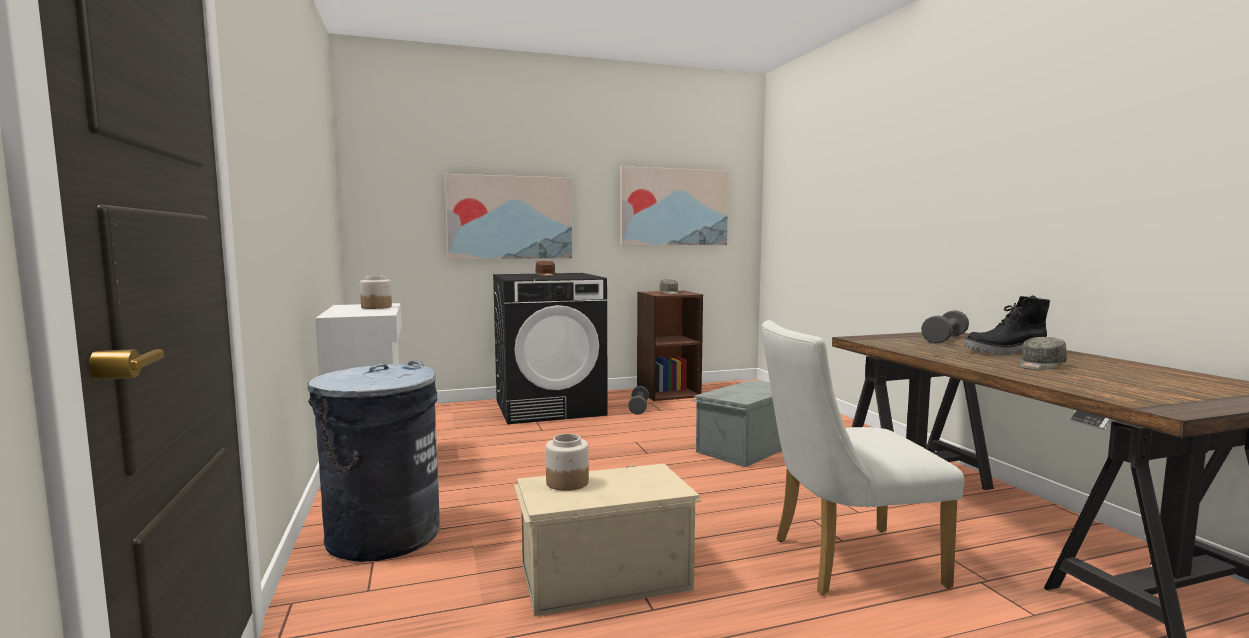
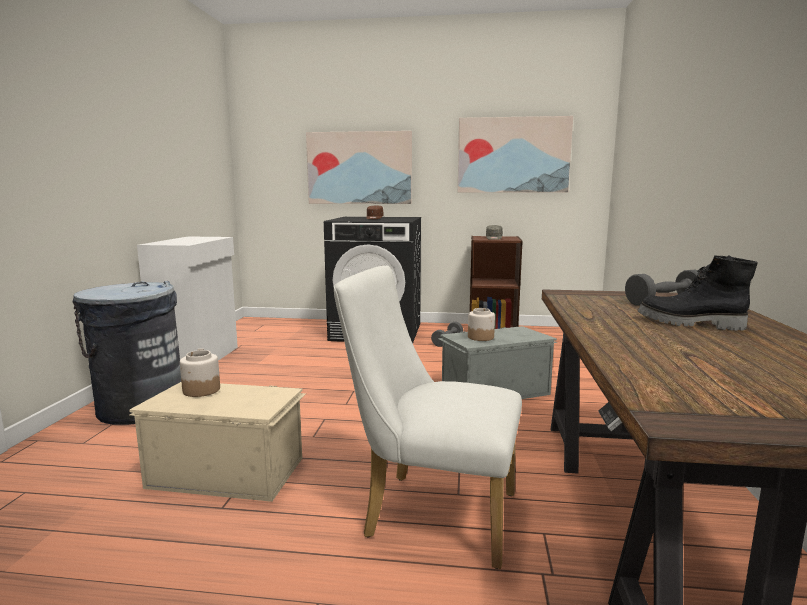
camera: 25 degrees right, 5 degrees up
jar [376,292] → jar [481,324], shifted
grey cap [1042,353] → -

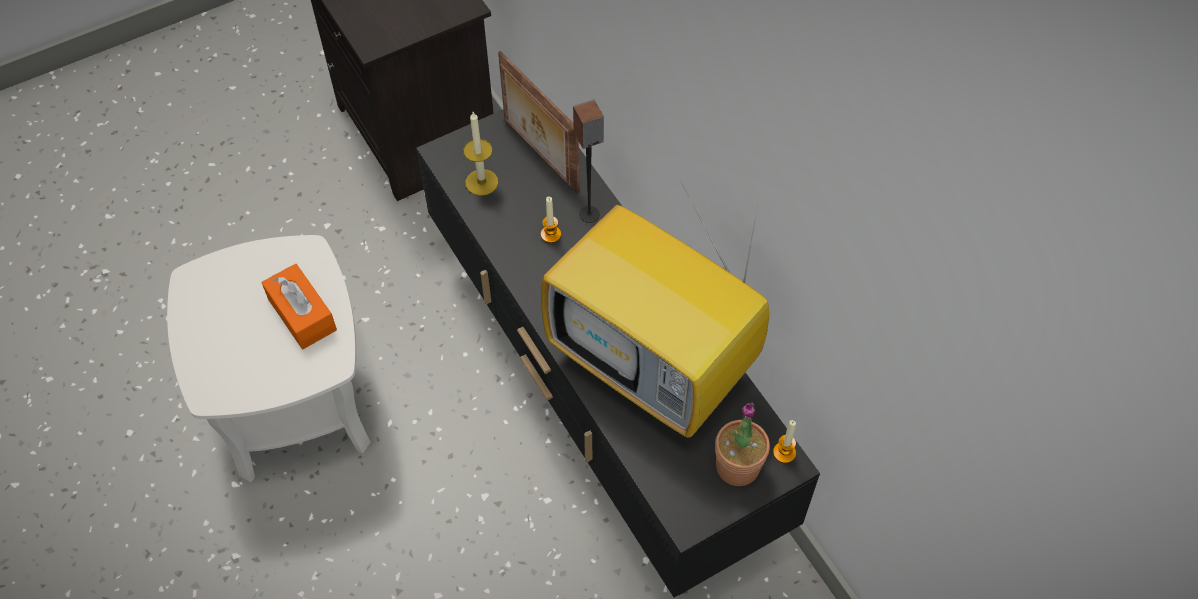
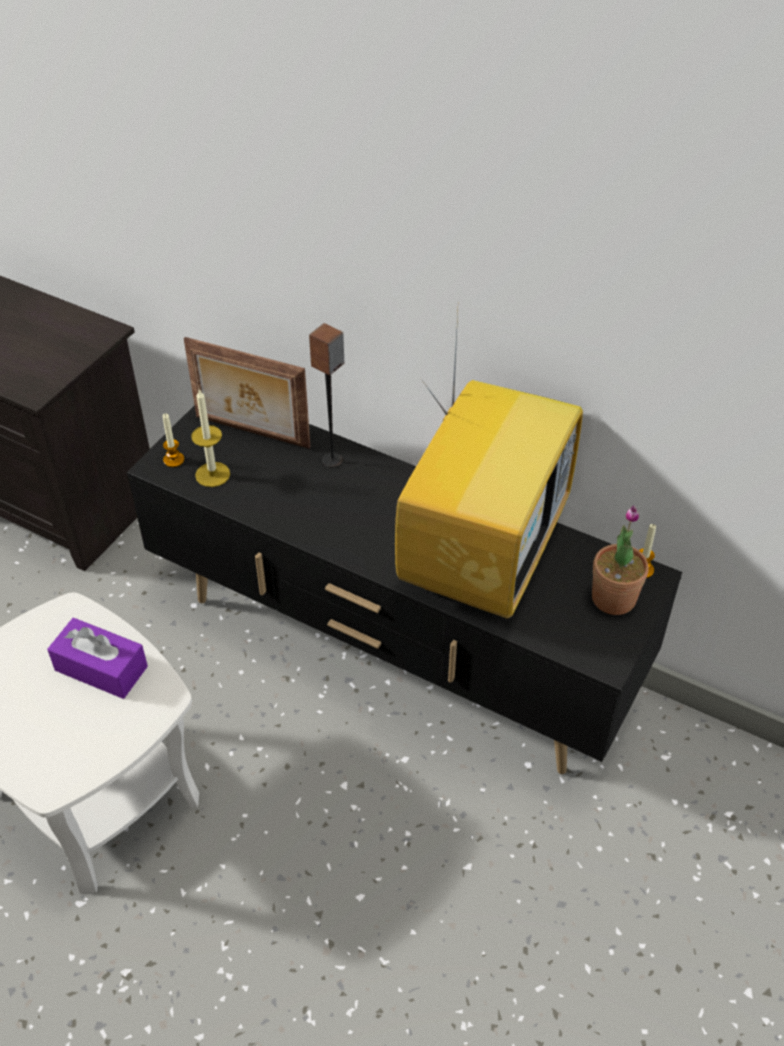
camera: 30 degrees left, 10 degrees down
television [655,308] → television [489,465], 75 degrees counterclockwise
candle [551,220] → candle [173,440], shifted
orange tissue box [299,306] → purple tissue box [97,658]

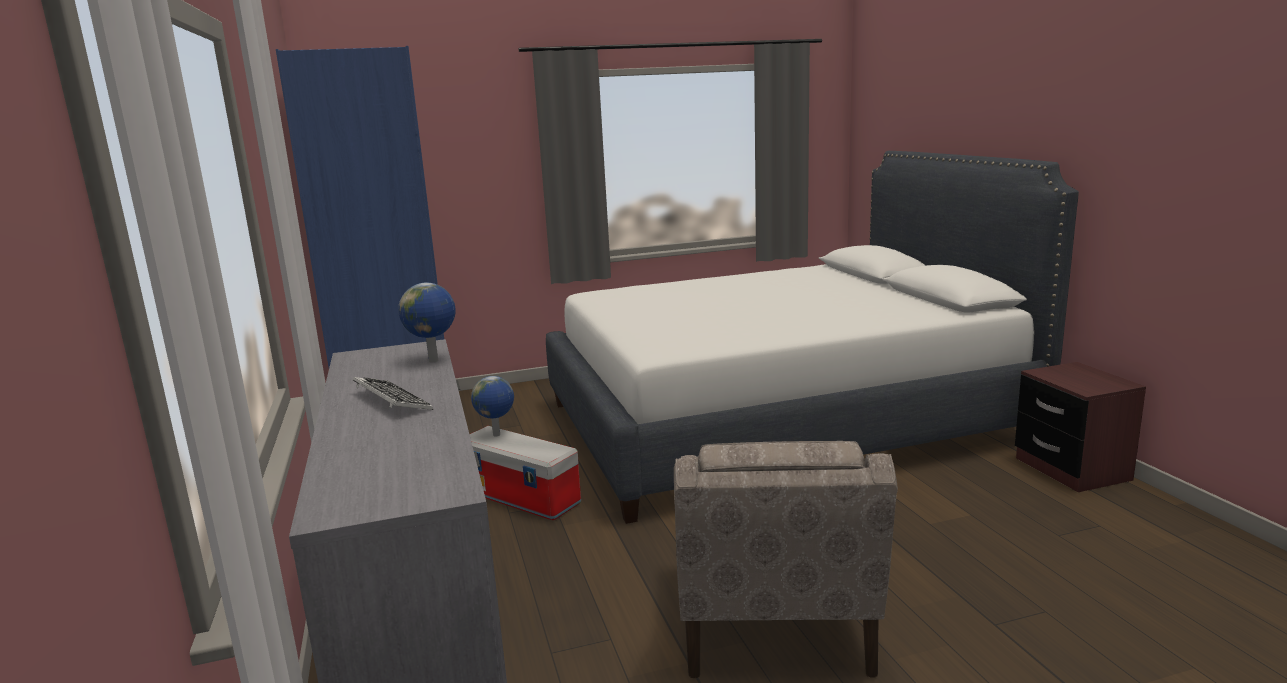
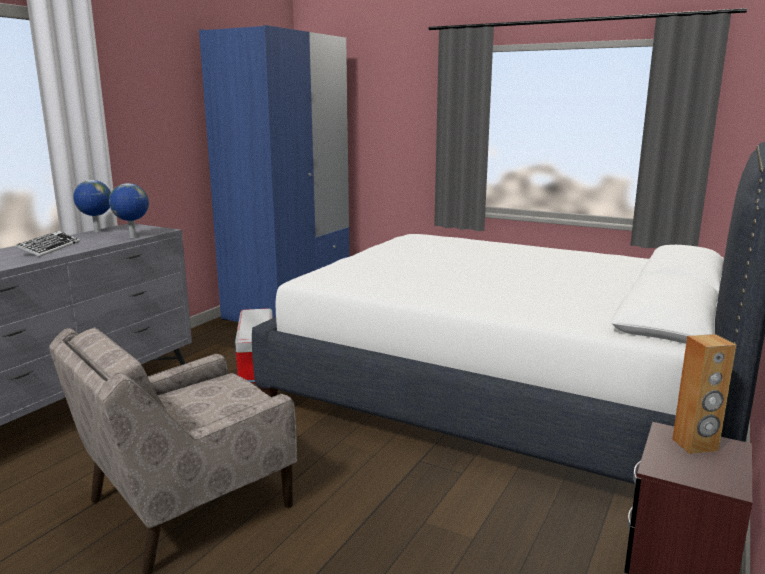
camera: 45 degrees right, 0 degrees up
globe [492,406] → globe [92,206], shifted
- → brown speaker [704,394]

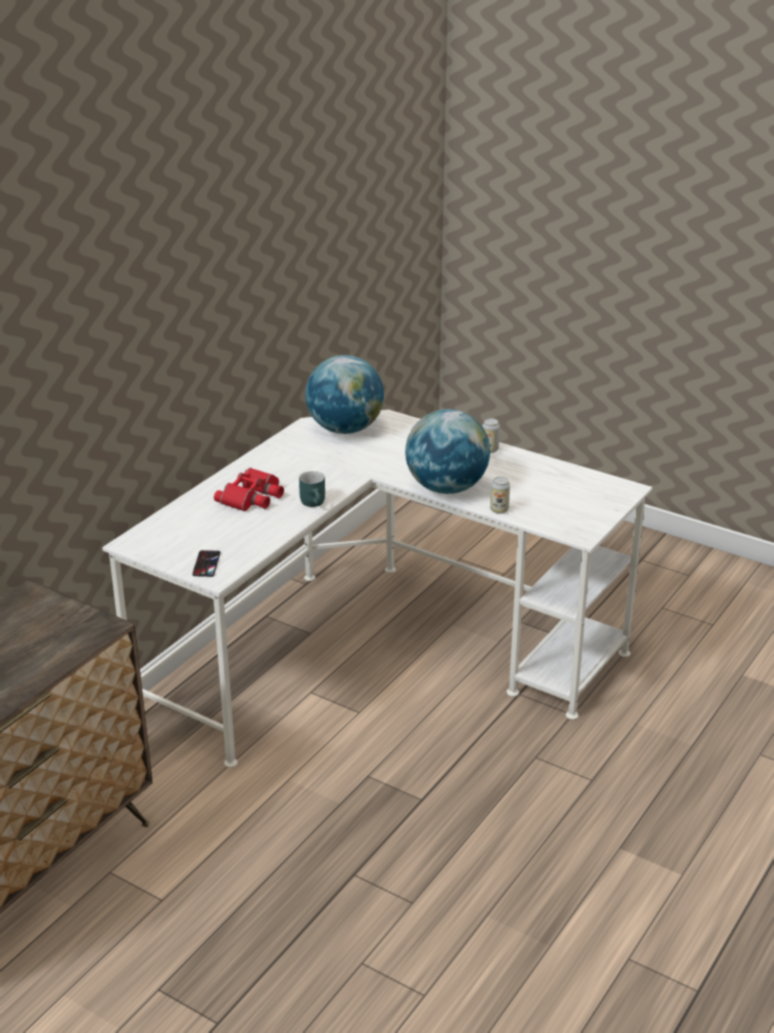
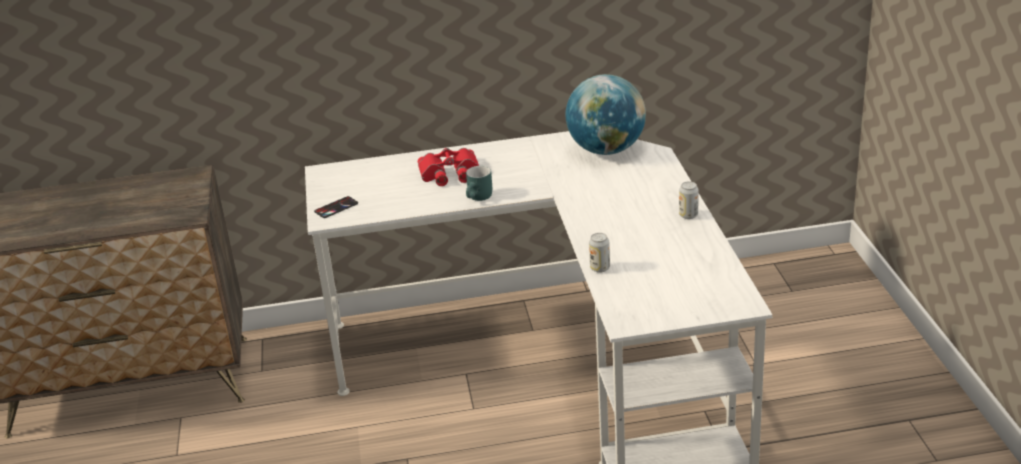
camera: 50 degrees right, 0 degrees up
globe [447,451] → -

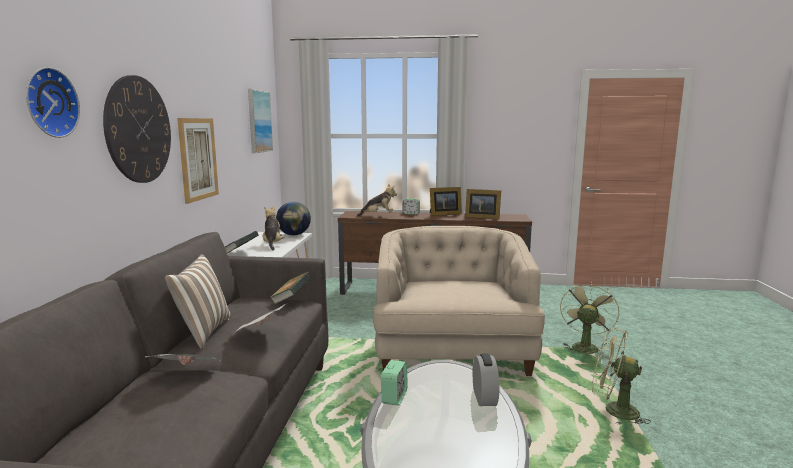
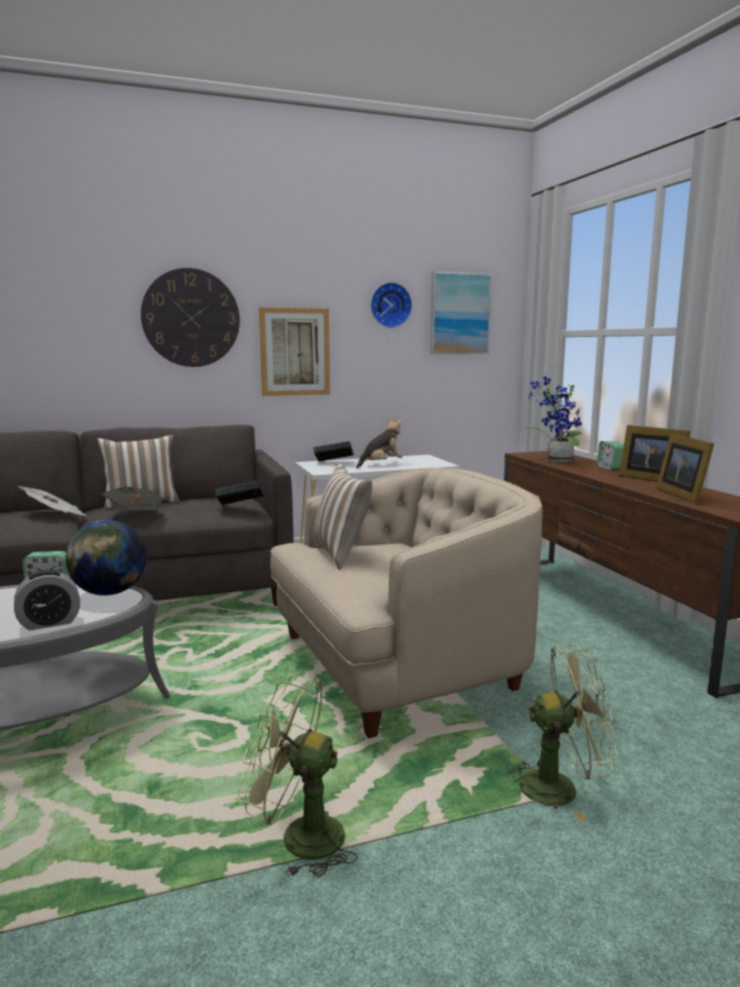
camera: 65 degrees right, 0 degrees up
wall clock [53,102] → wall clock [391,305], shifted
plush toy [377,200] → potted plant [553,419]
globe [293,219] → globe [106,558], shifted
green fan [621,377] → green fan [298,776], 75 degrees counterclockwise
- → pillow [343,517]

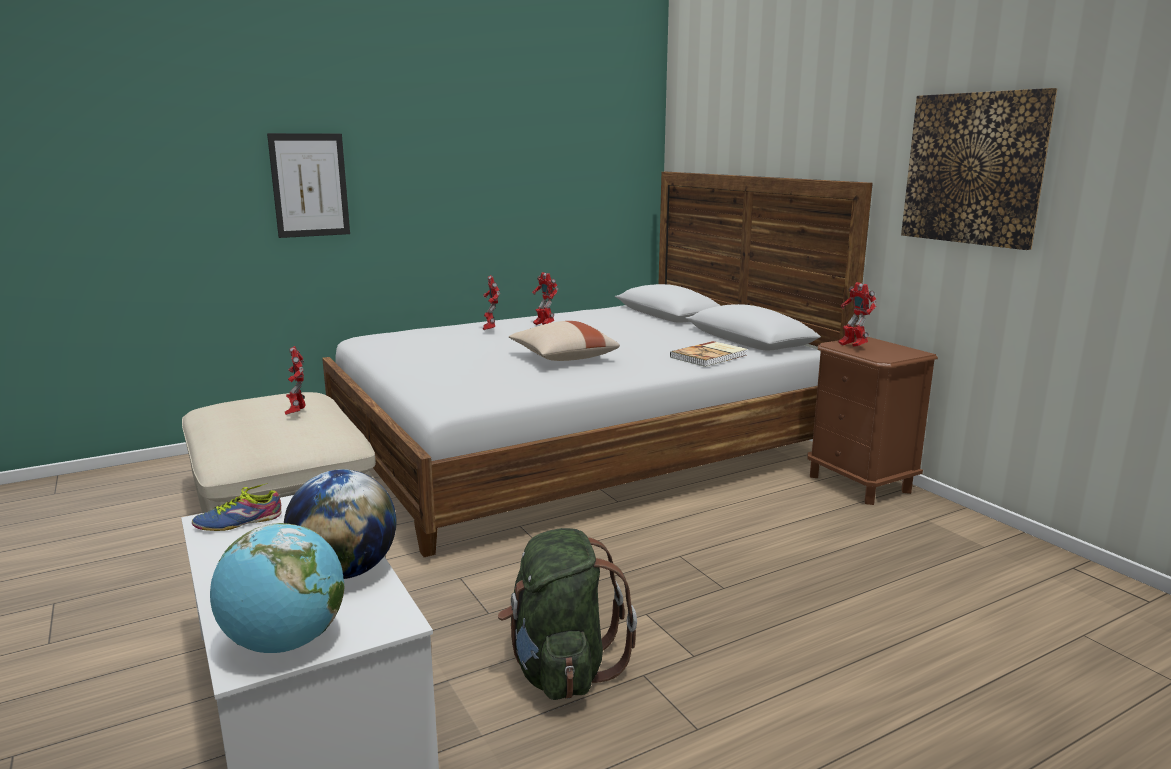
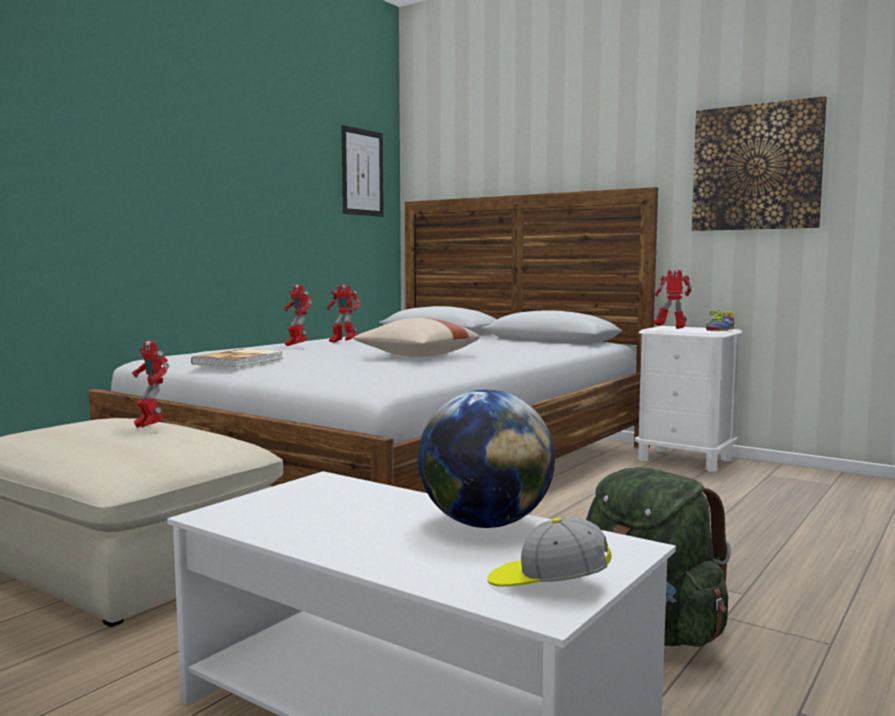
camera: 25 degrees left, 10 degrees down
picture [308,185] → picture [362,171], shifted
toy robot [857,314] → toy robot [672,299], 135 degrees clockwise
brown nightstand [872,421] → white nightstand [689,399]
book [708,354] → book [237,358], shifted
shoe [237,507] → shoe [721,320], shifted
globe [277,588] → cap [549,552]

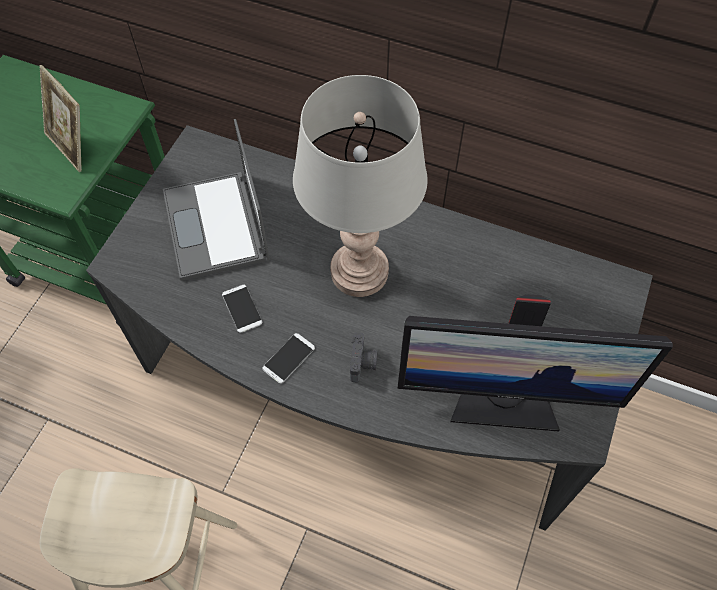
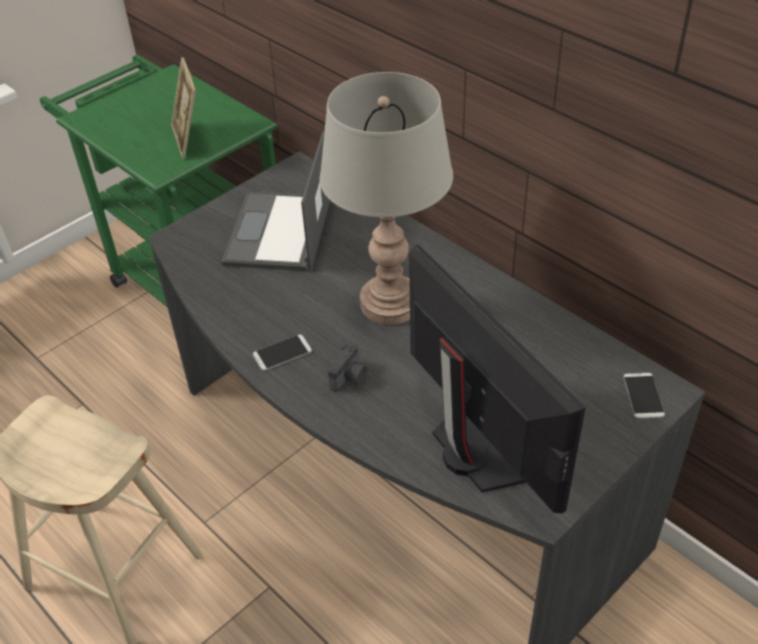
camera: 25 degrees right, 15 degrees down
phone [242,309] → phone [644,396], shifted
monitor [535,363] → monitor [497,378], 150 degrees counterclockwise

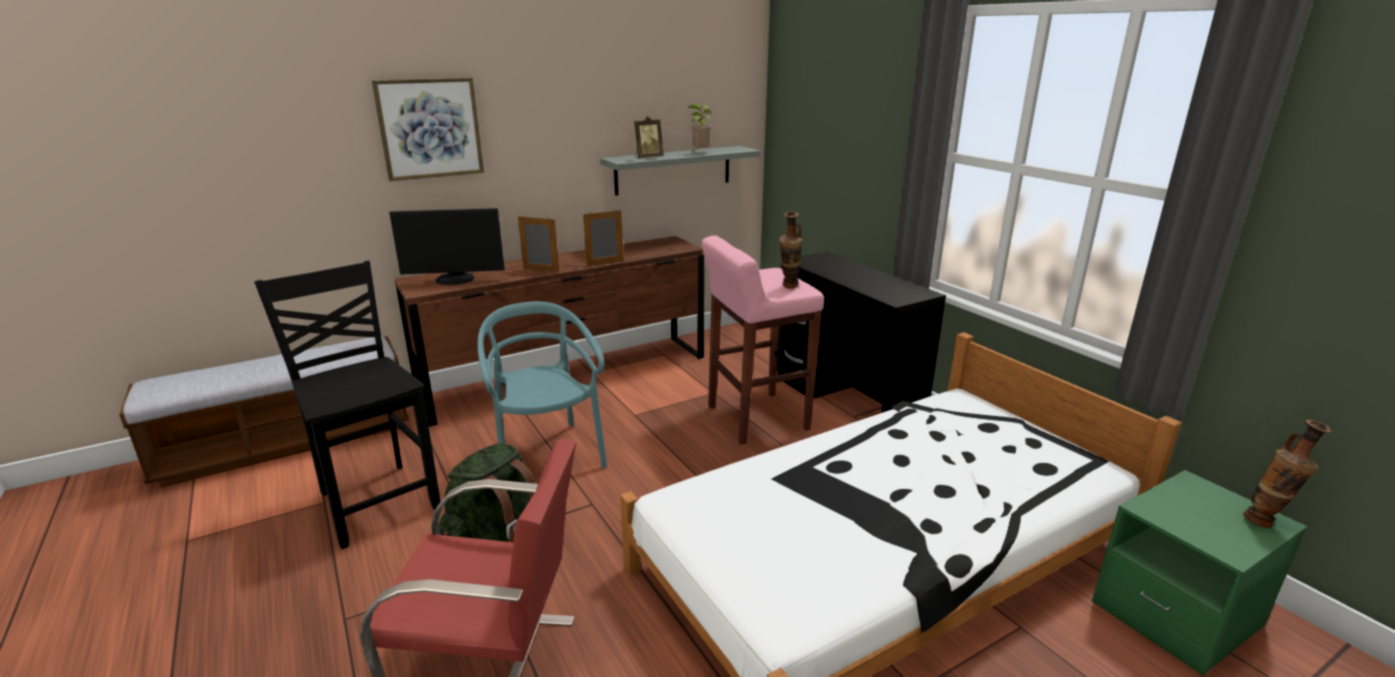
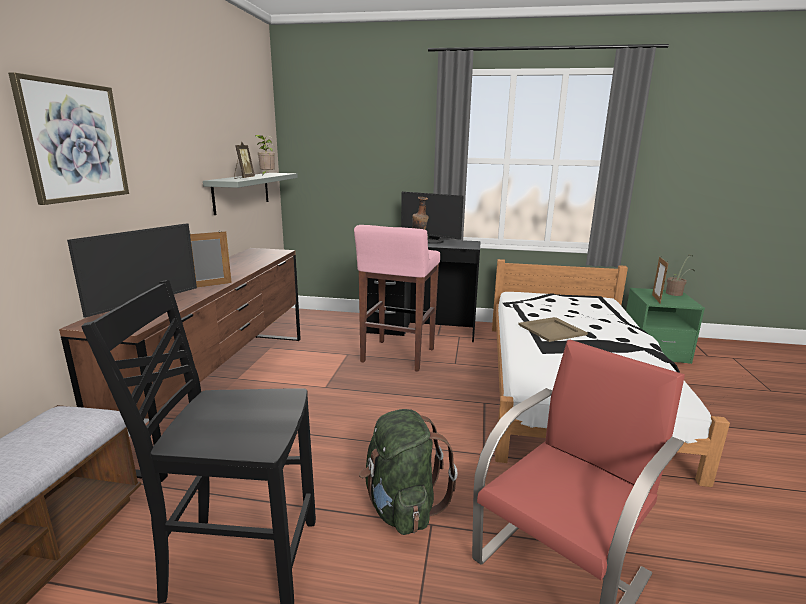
camera: 50 degrees left, 5 degrees down
picture frame [603,238] → picture frame [660,280], shifted
turquoise chair [542,384] → -
vase [1287,474] → potted plant [680,275]
- → monitor [432,218]
- → beige tray [553,329]

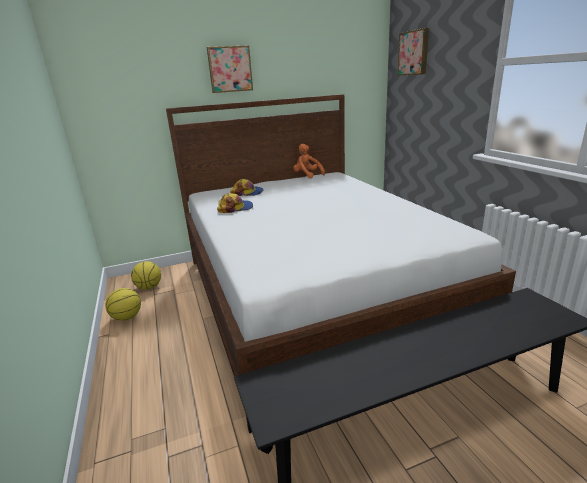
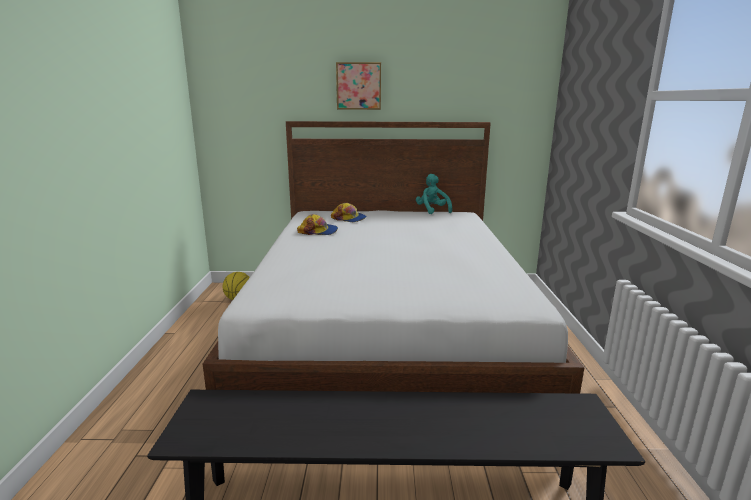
camera: 20 degrees right, 5 degrees down
picture [413,52] → -
orange plush toy [309,161] → turquoise plush toy [434,194]
basketball [123,304] → -

